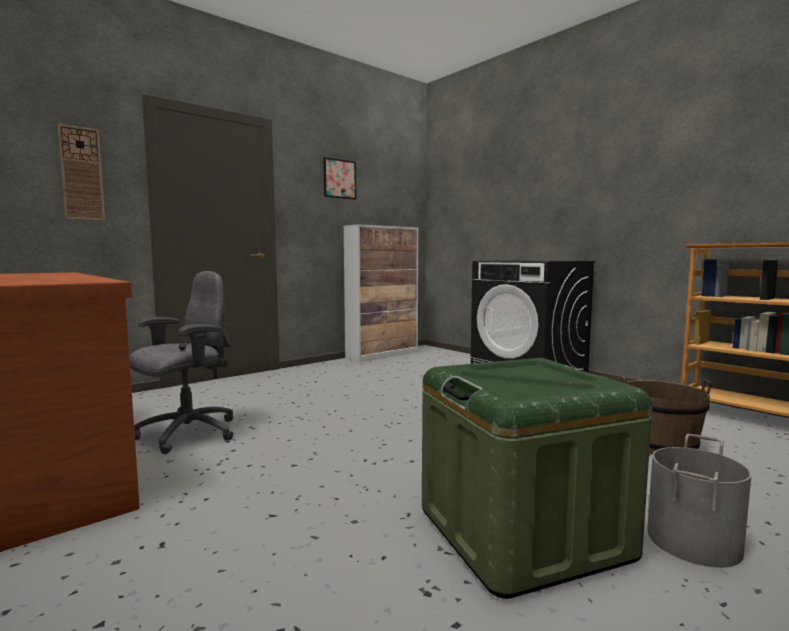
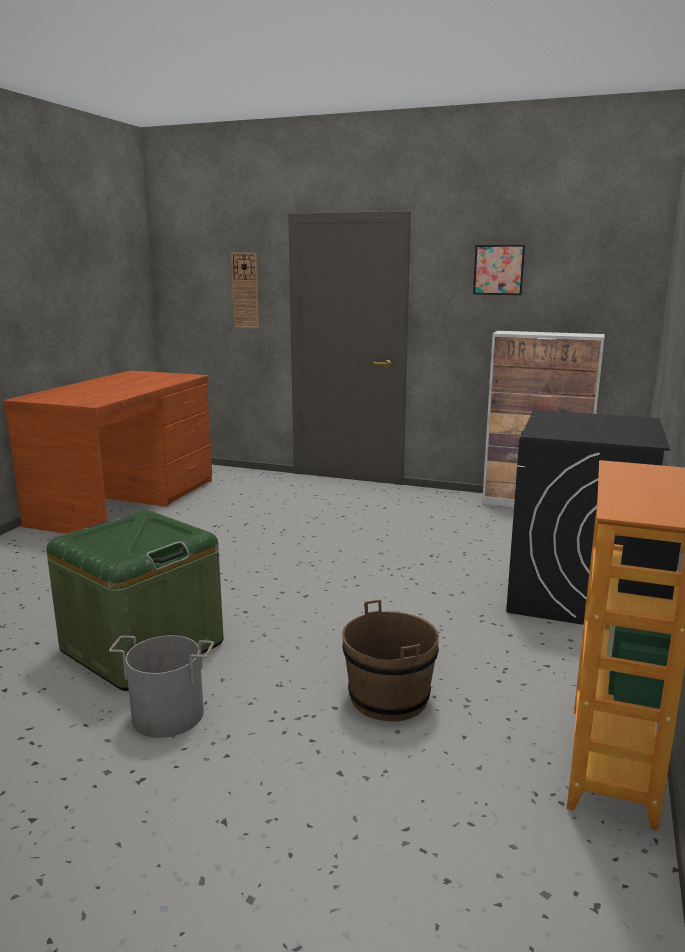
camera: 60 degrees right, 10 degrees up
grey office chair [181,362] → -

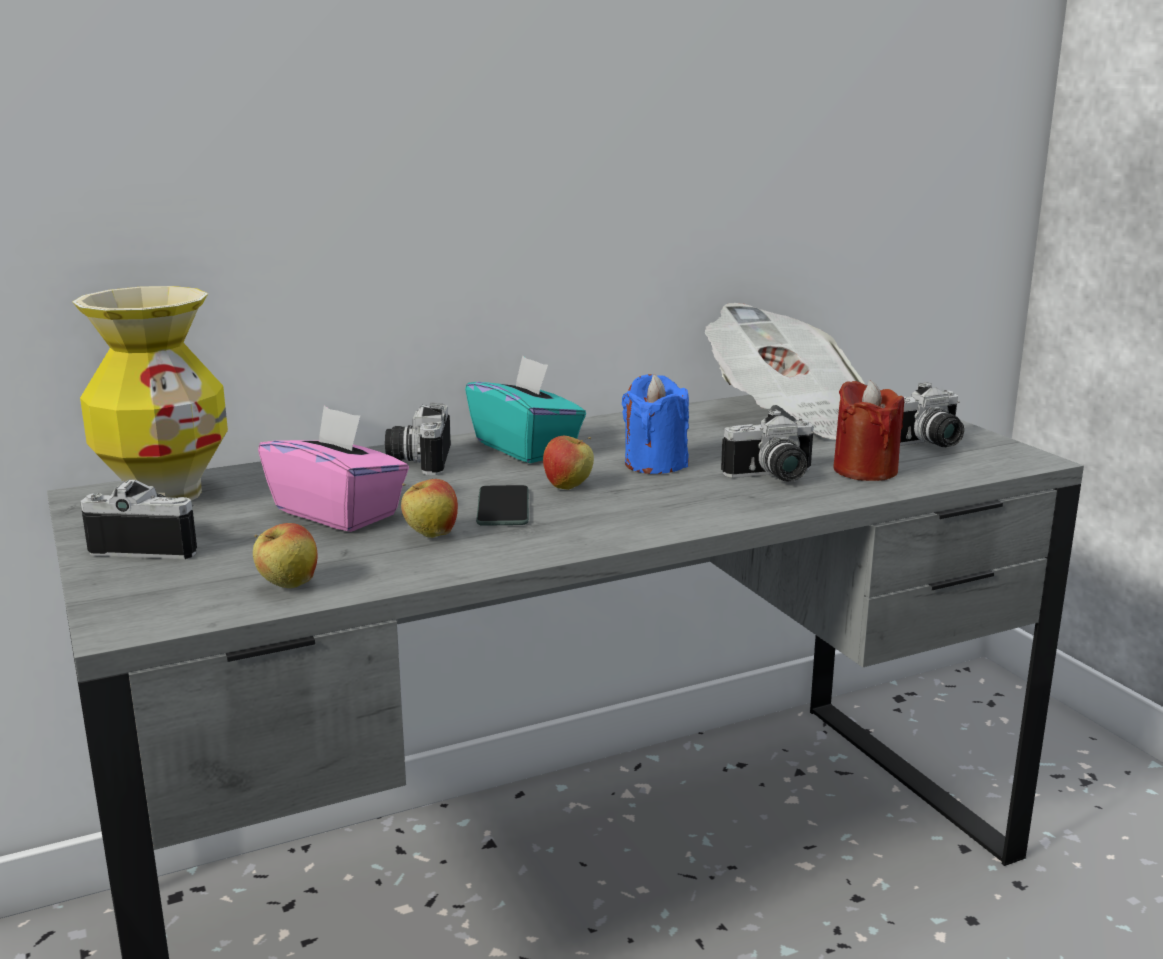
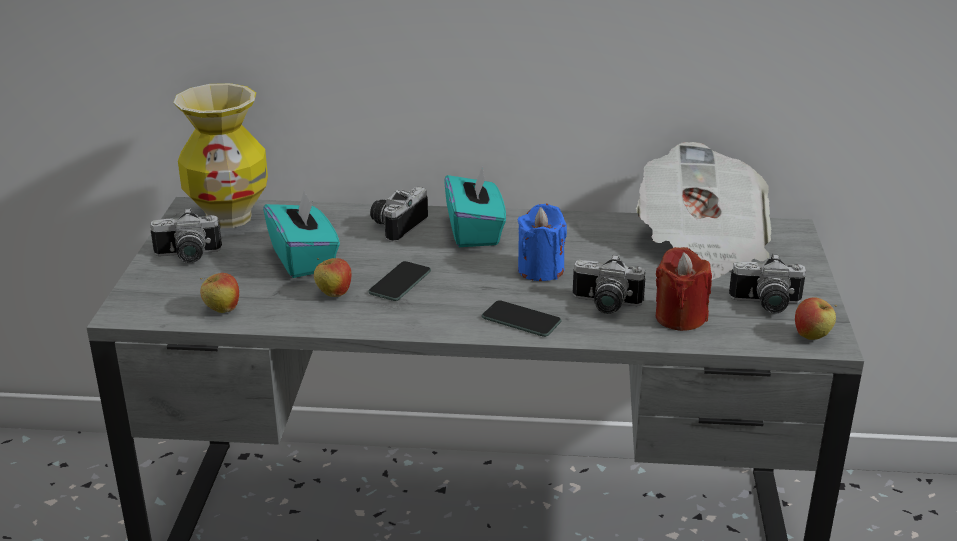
camera: 30 degrees right, 10 degrees up
pink tissue box [333,469] → turquoise tissue box [301,234]
apple [568,463] → apple [816,318], shifted
photo camera [138,519] → photo camera [186,235], 135 degrees clockwise
- → phone [521,318]

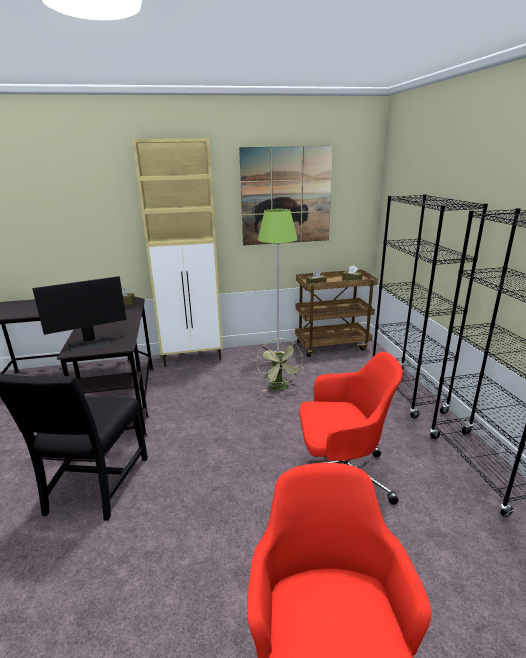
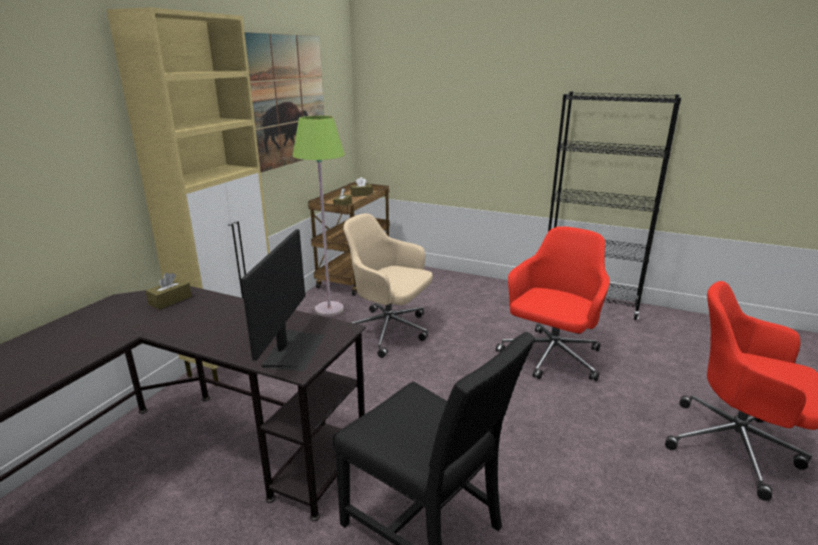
camera: 55 degrees left, 0 degrees up
black bookcase [430,306] → -
green fan [280,365] → beige office chair [388,285]

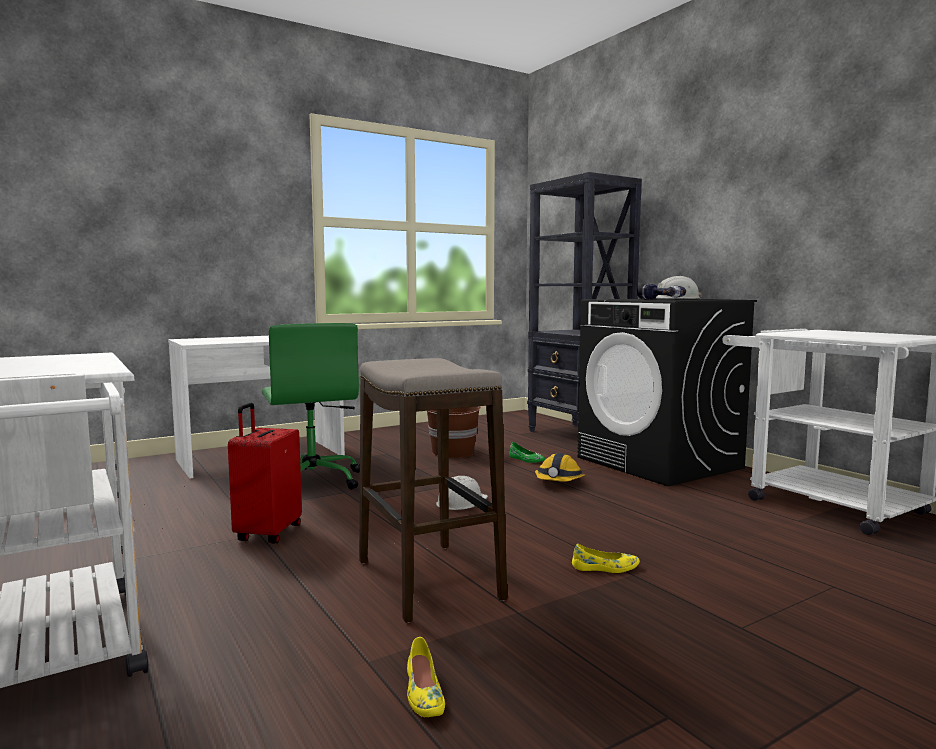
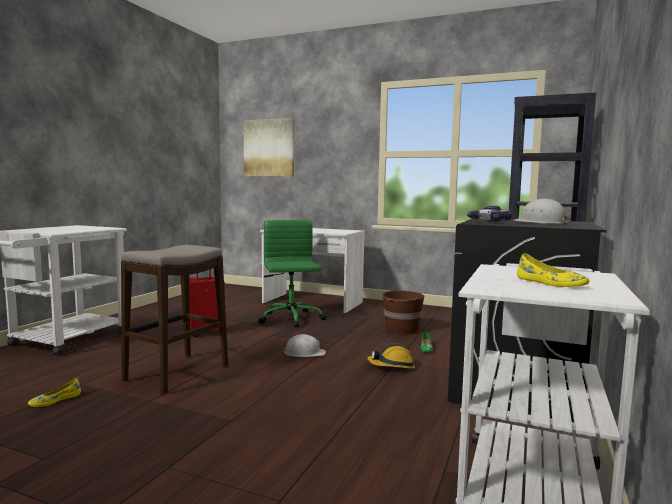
camera: 55 degrees right, 0 degrees up
green office chair [311,406] → green office chair [292,274], 135 degrees clockwise
yellow shoe [606,558] → yellow shoe [553,270], shifted
- → picture [268,147]

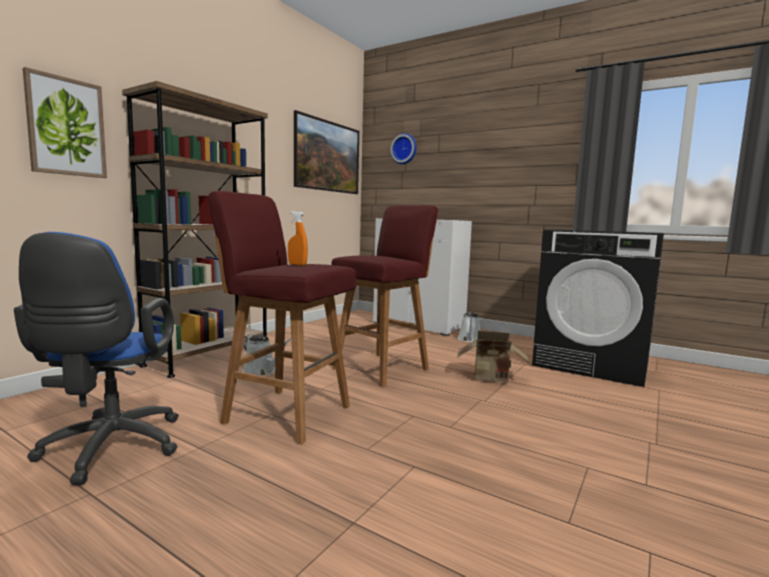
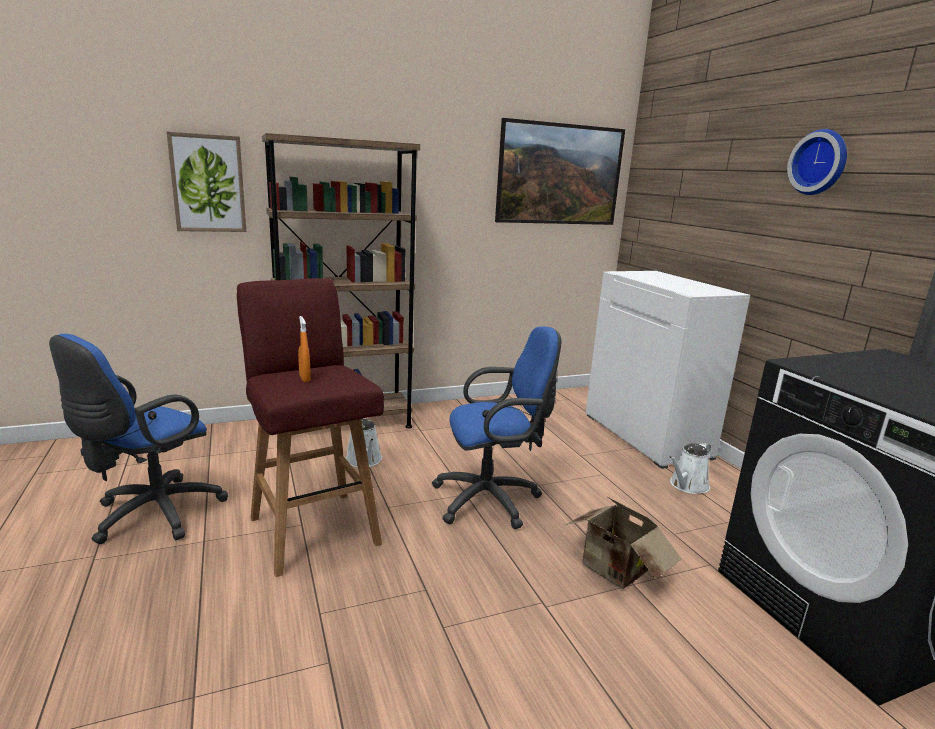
camera: 35 degrees right, 10 degrees up
wall clock [403,148] → wall clock [817,162], shifted
red stool [385,296] → blue office chair [496,427]

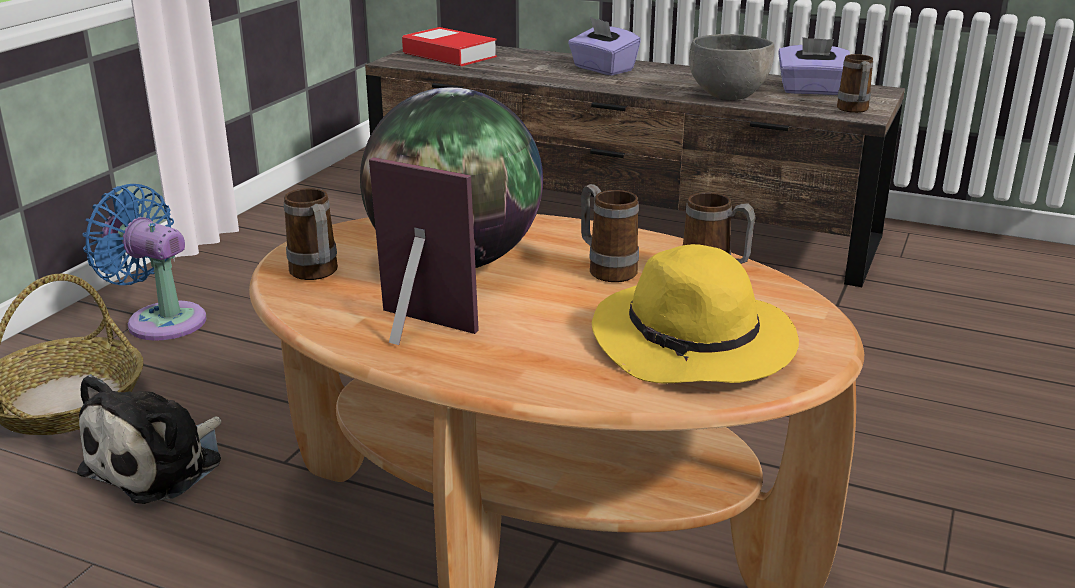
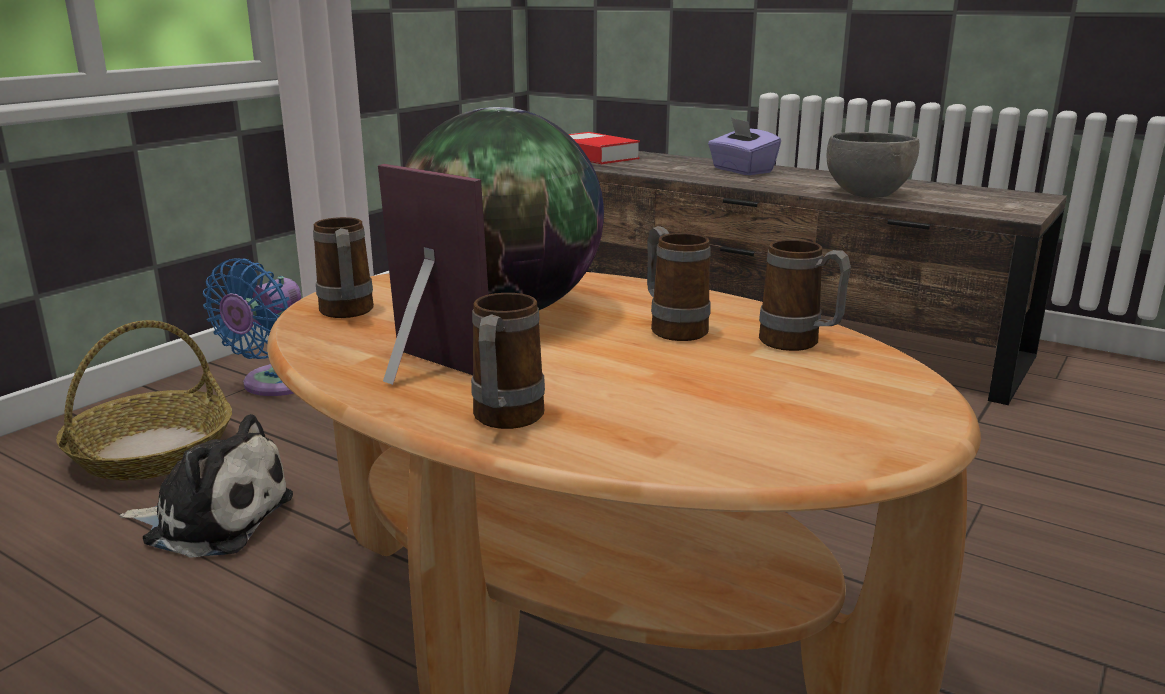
camera: 10 degrees right, 5 degrees down
purple tissue box [814,66] → -
mug [855,83] → mug [508,361], shifted
blue fan [145,262] → blue fan [252,327], 105 degrees counterclockwise
yellow hat [695,314] → -
plush toy [149,439] → plush toy [206,486], 120 degrees counterclockwise

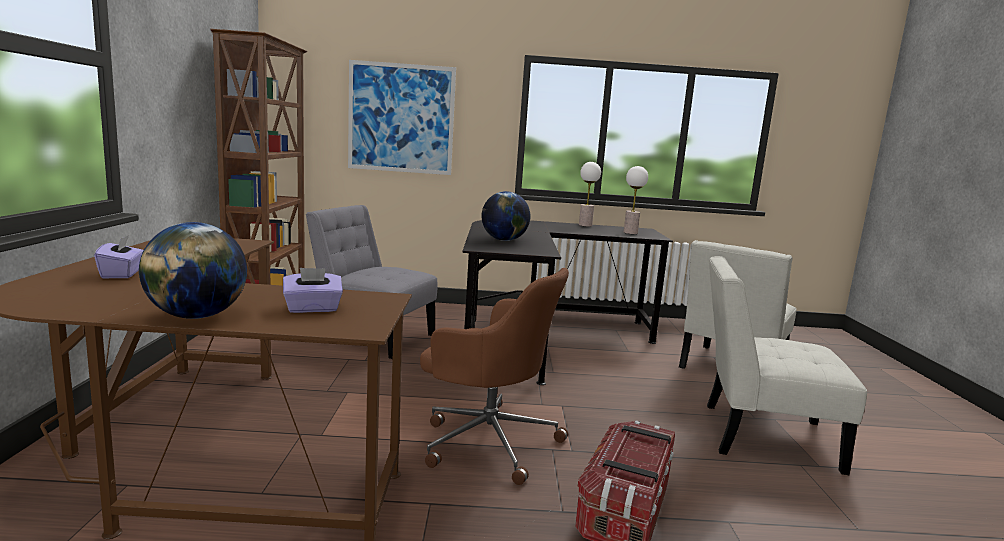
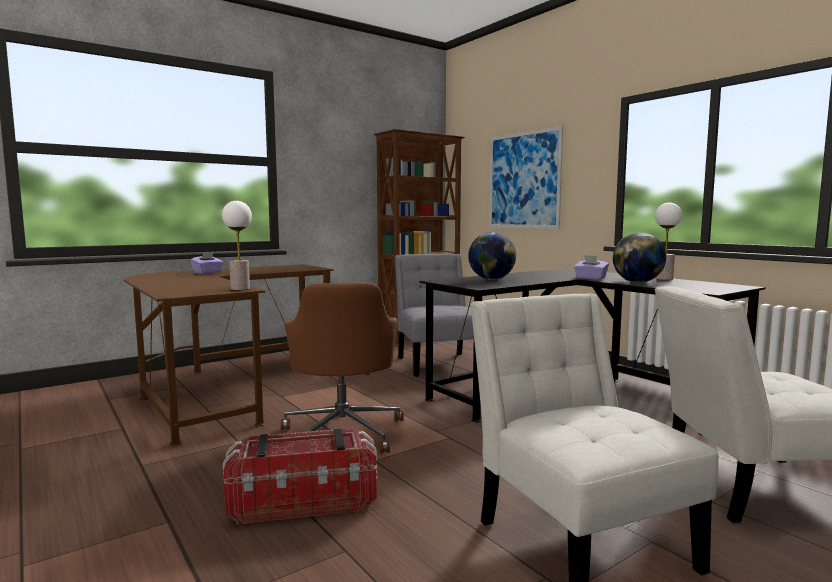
camera: 55 degrees right, 5 degrees down
table lamp [636,200] → table lamp [237,245], shifted
globe [193,270] → globe [639,258], shifted
purple tissue box [313,290] → purple tissue box [591,267], shifted

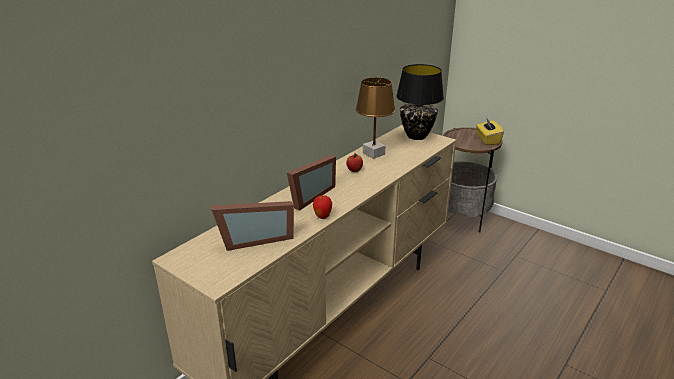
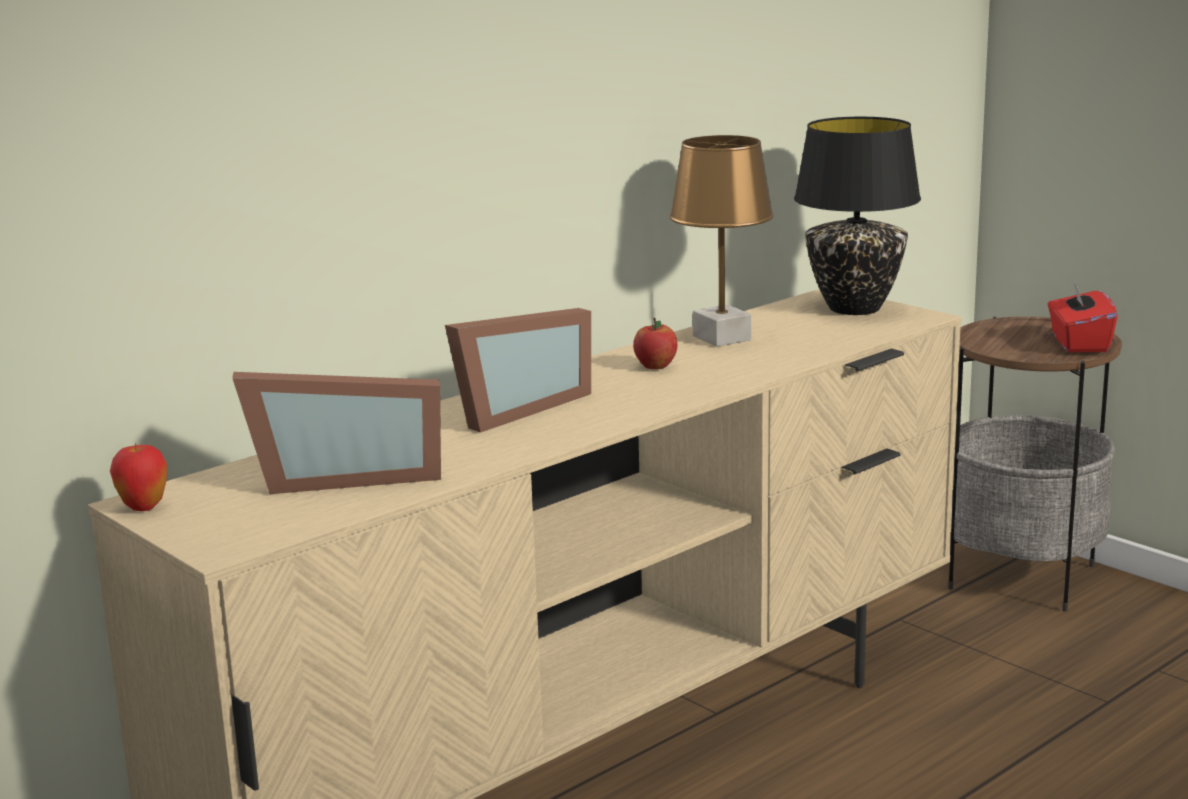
camera: 10 degrees right, 10 degrees down
yellow tissue box [490,131] → red tissue box [1083,315]
apple [322,207] → apple [138,477], shifted

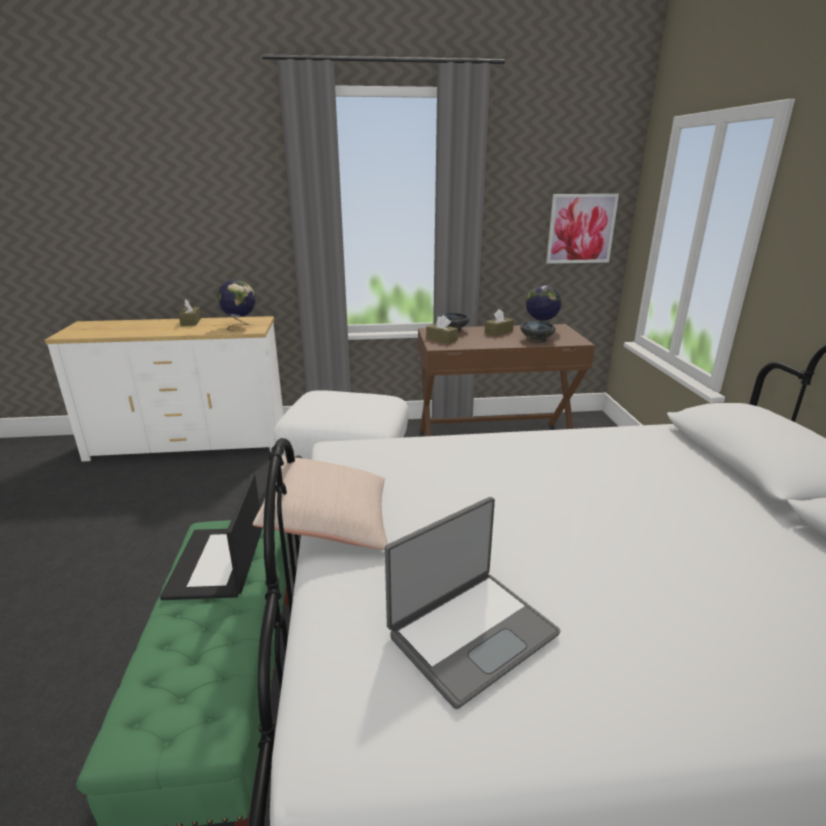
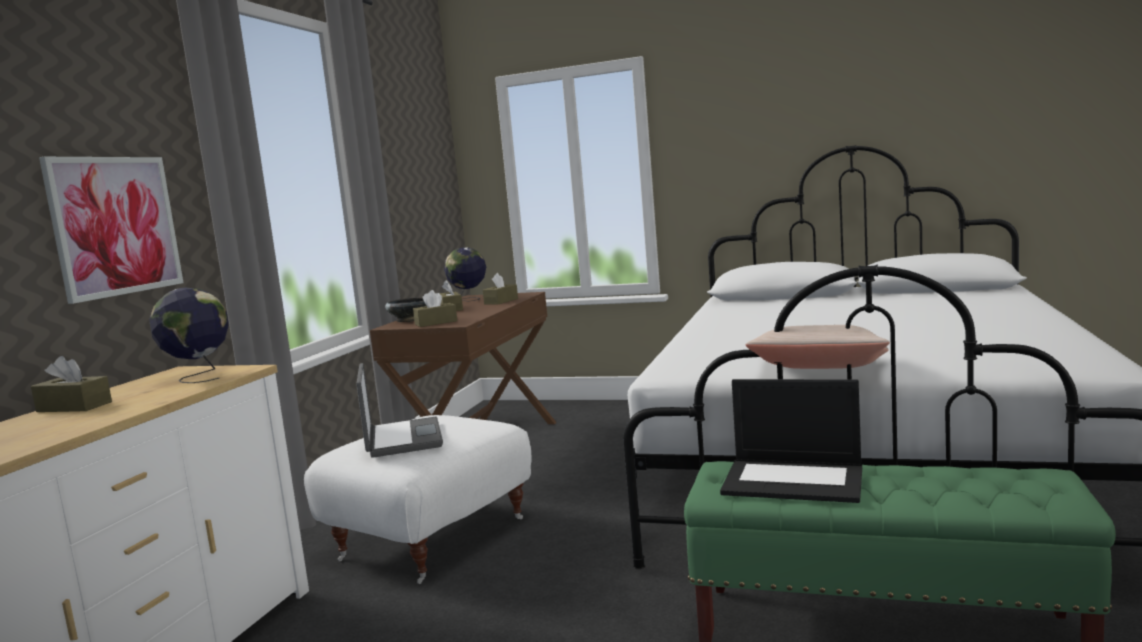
camera: 65 degrees left, 15 degrees down
picture [582,229] → picture [111,230], shifted
black bowl [538,332] → brown tissue box [500,289]
laptop [472,603] → laptop [399,410], shifted

